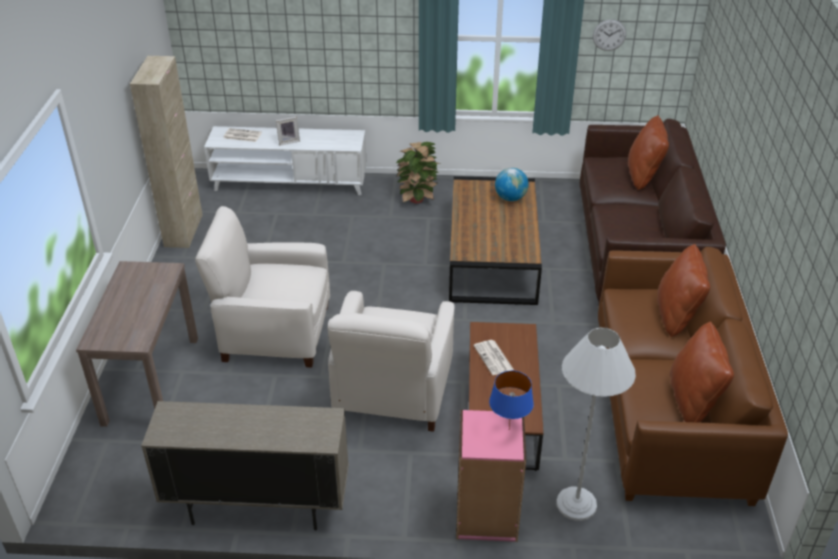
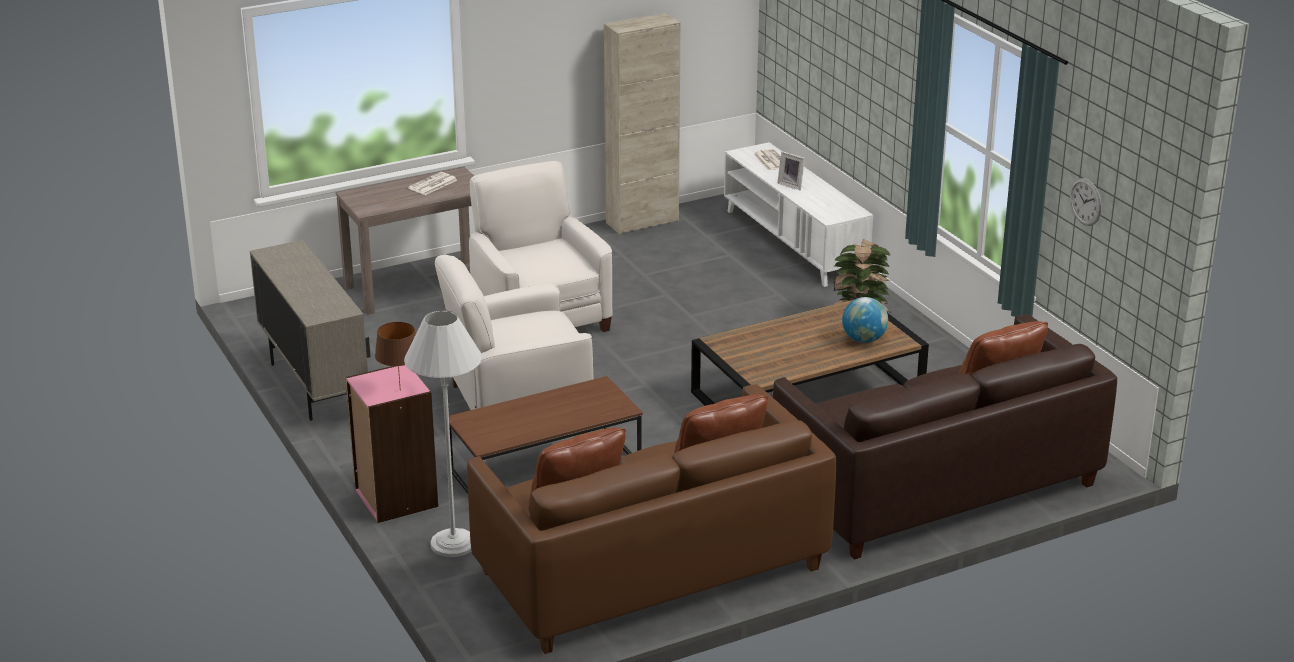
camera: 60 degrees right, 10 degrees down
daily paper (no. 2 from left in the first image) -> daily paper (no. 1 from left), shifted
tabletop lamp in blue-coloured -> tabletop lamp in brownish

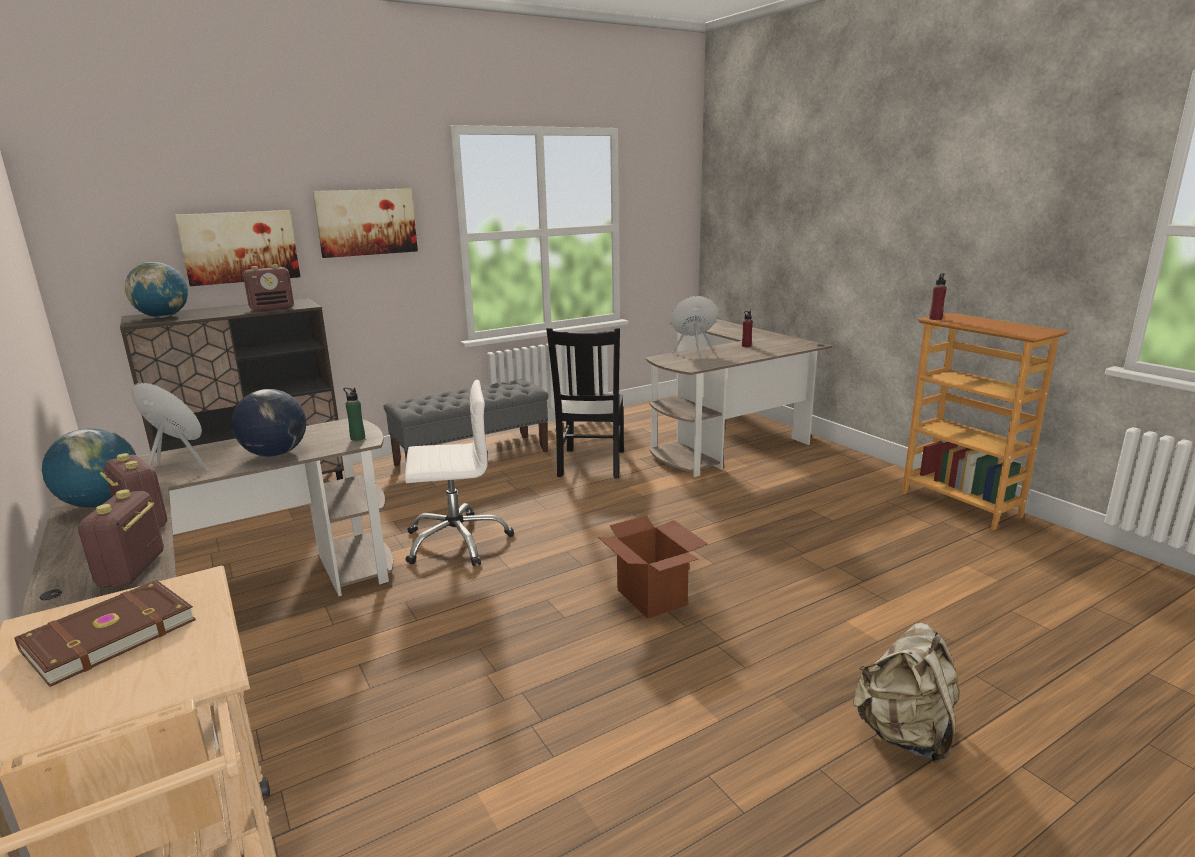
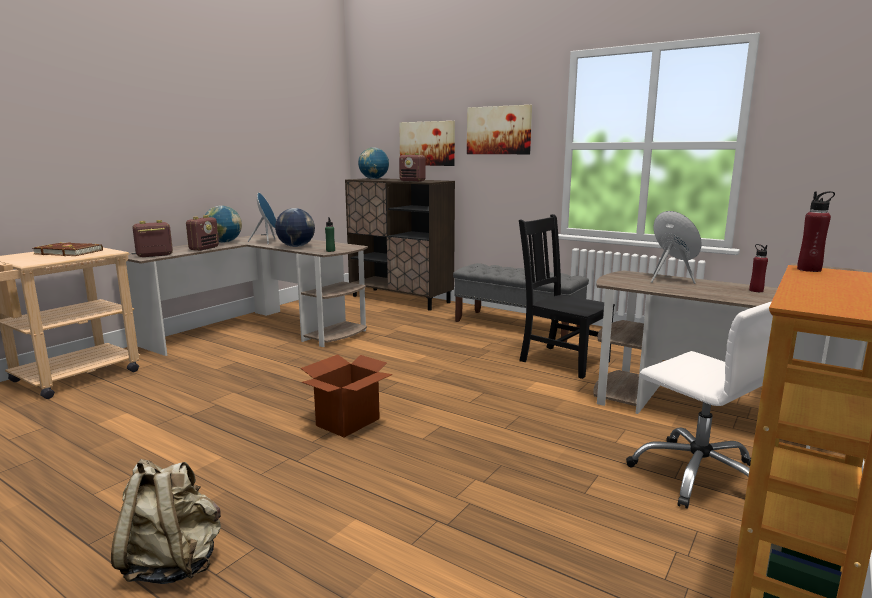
camera: 65 degrees right, 5 degrees down
computer chair in white, shifted
plain chair in black, 60 degrees clockwise

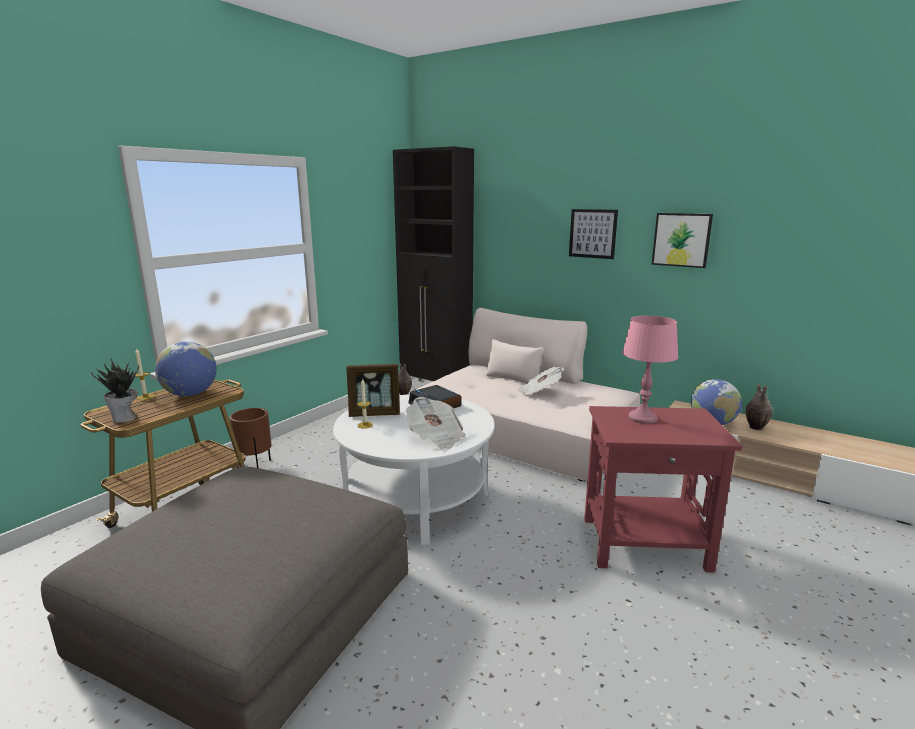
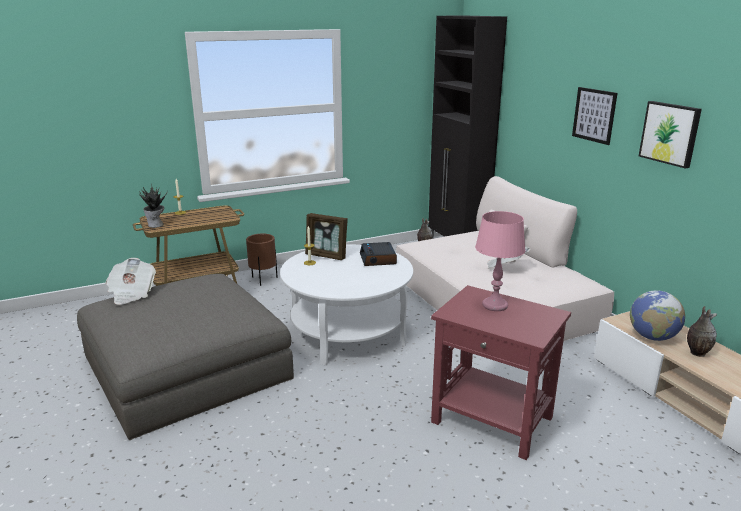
camera: 30 degrees right, 5 degrees up
globe (no. 1 from left) -> none
daily paper (no. 1 from left), shifted

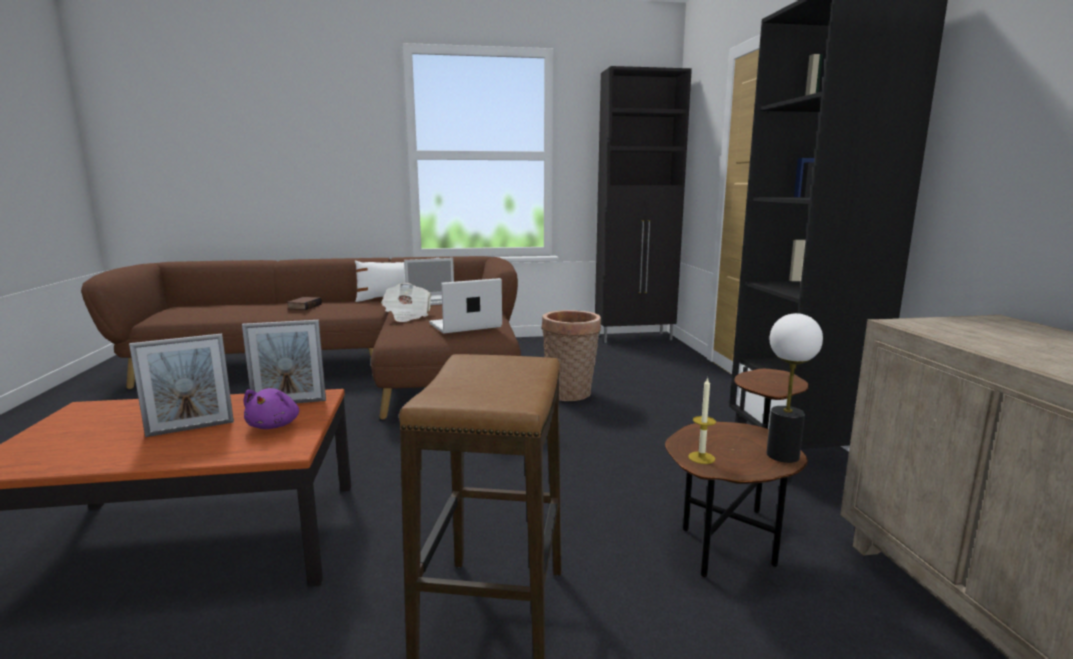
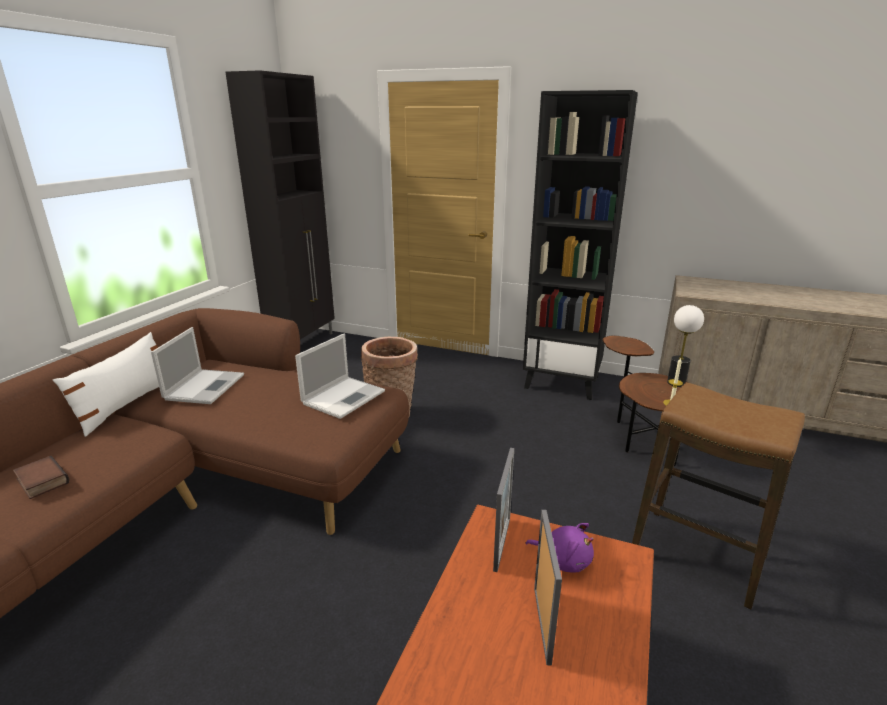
camera: 60 degrees left, 10 degrees up
daily paper -> none
laptop (no. 2 from left), 150 degrees counterclockwise

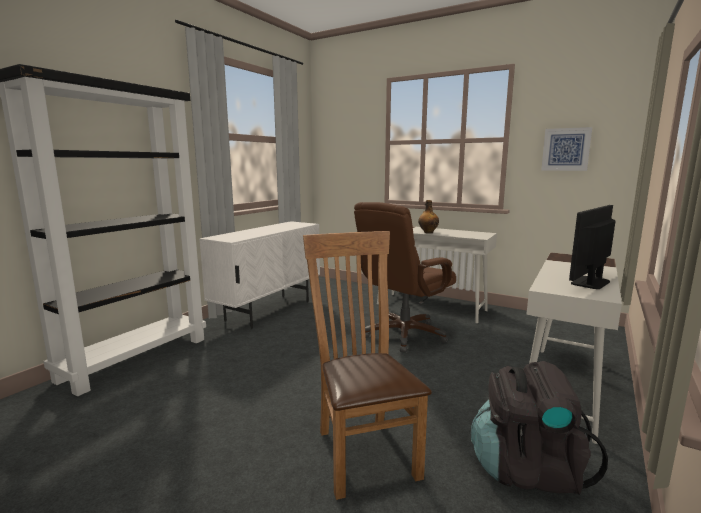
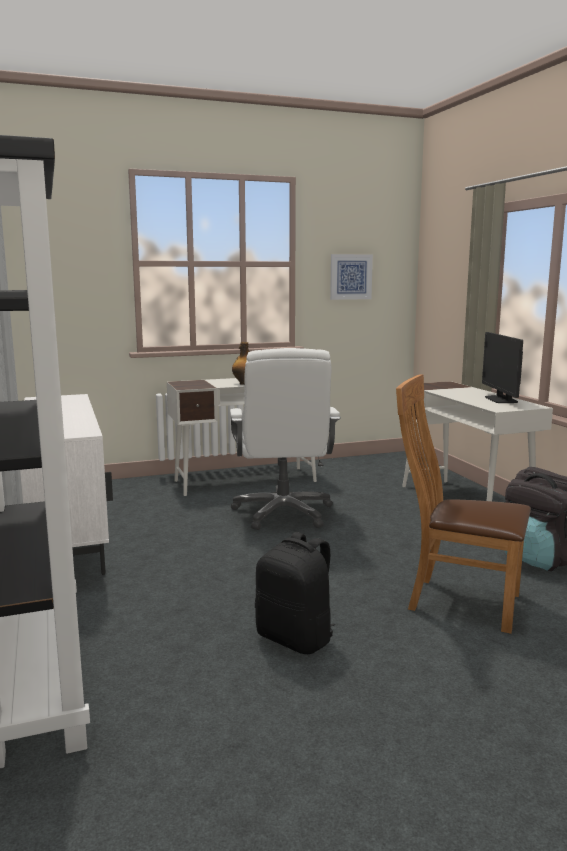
camera: 50 degrees left, 0 degrees up
computer chair in brownish -> computer chair in white
none -> knapsack in black (no. 1 from left)

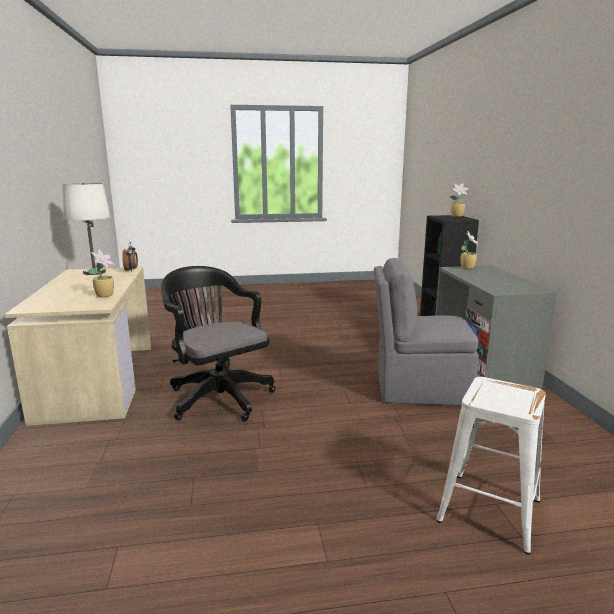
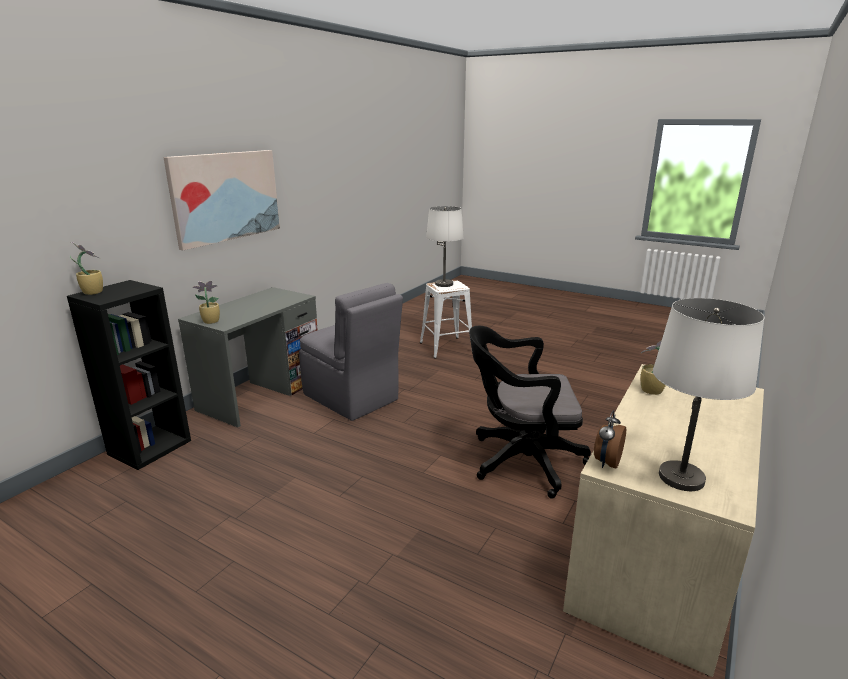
camera: 140 degrees left, 5 degrees up
computer chair in black, 90 degrees clockwise
none -> picture
none -> tabletop lamp in white (no. 1 from left)

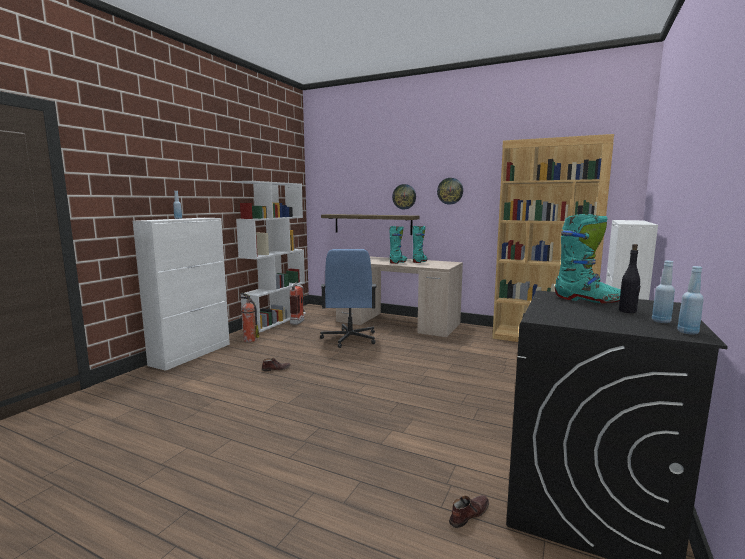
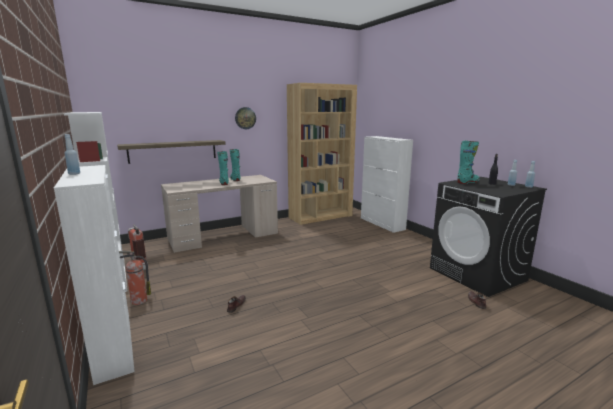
camera: 55 degrees left, 5 degrees up
computer chair in blue-coloured -> none
hanging clock (no. 1 from left) -> none

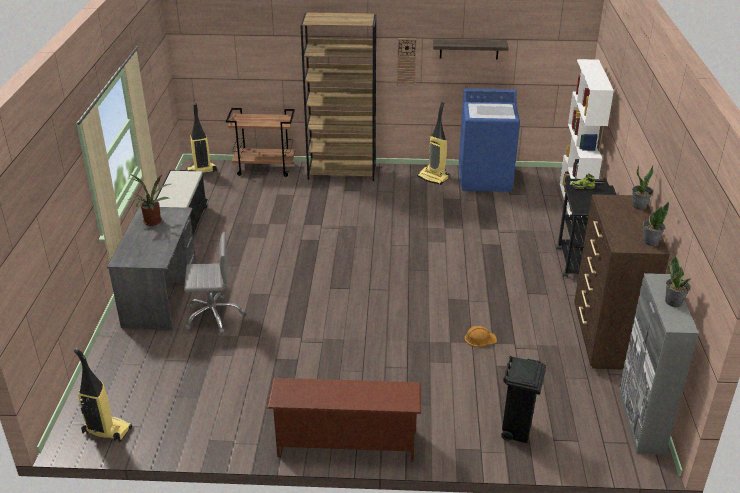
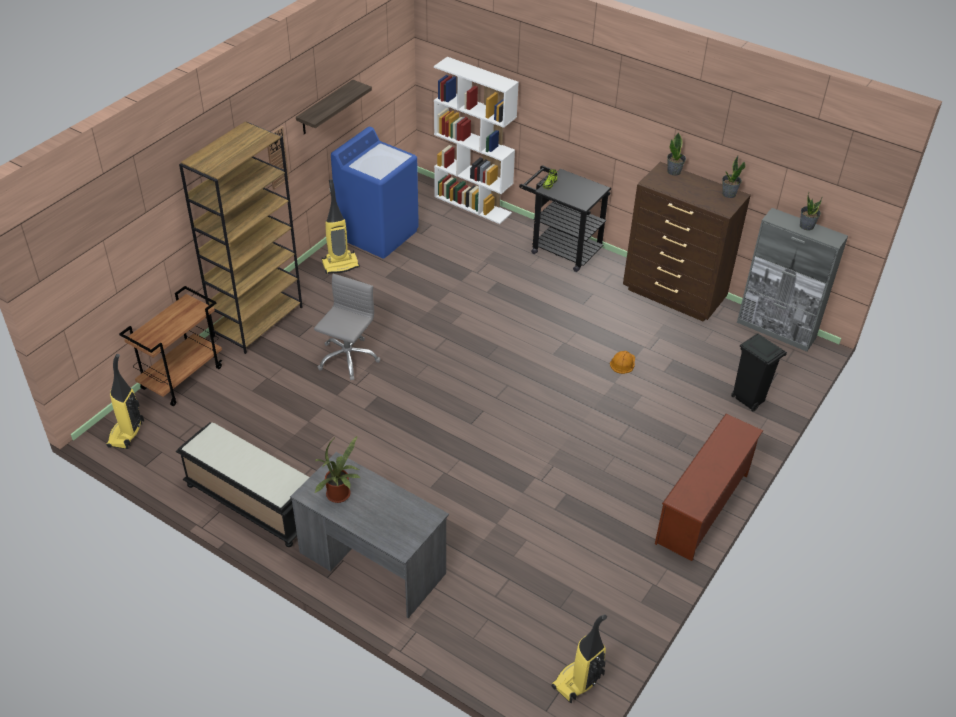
camera: 60 degrees left, 10 degrees up
computer chair in grey, shifted

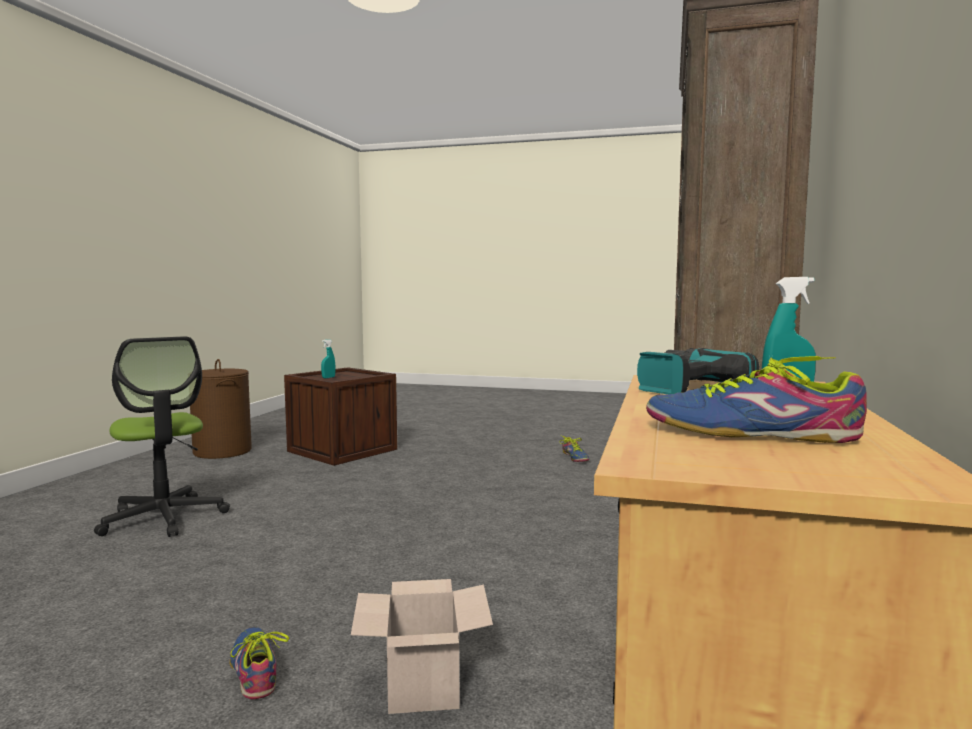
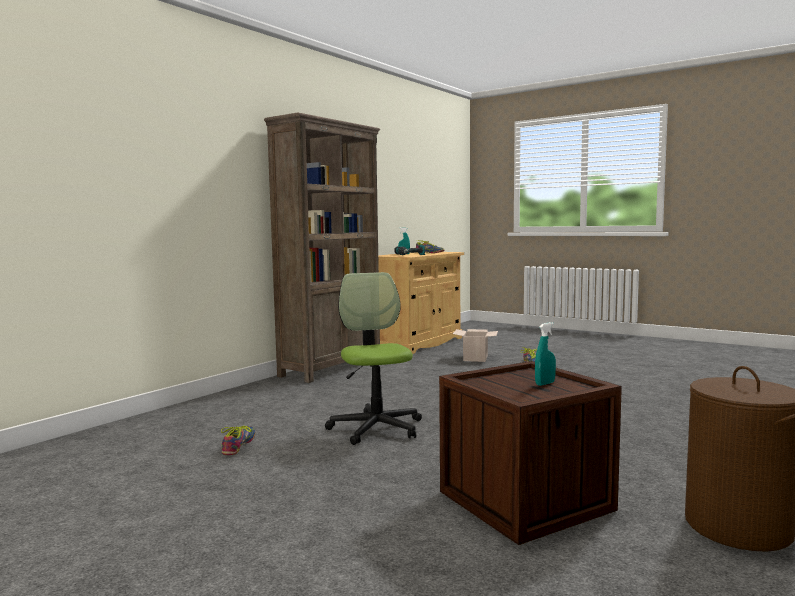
camera: 160 degrees left, 0 degrees up
computer chair, shifted

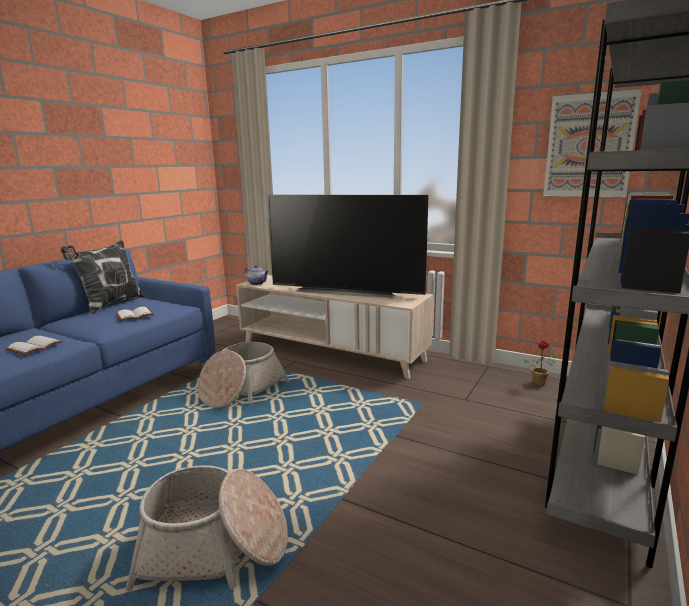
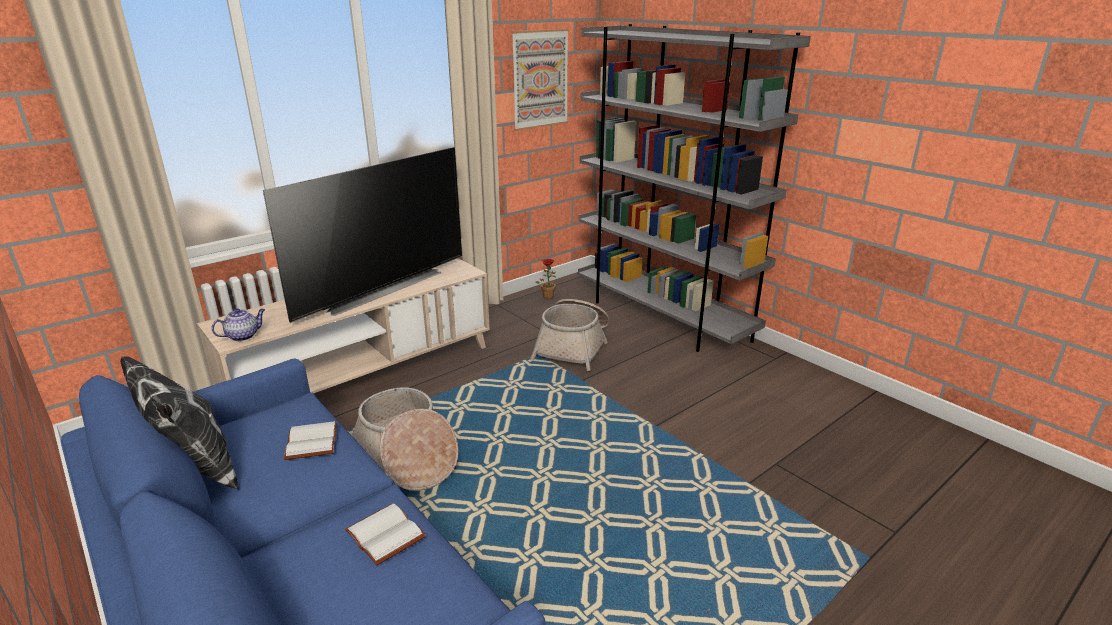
camera: 70 degrees left, 10 degrees up
storage basket (no. 1 from left in the first image) -> storage basket (no. 2 from left), shifted

